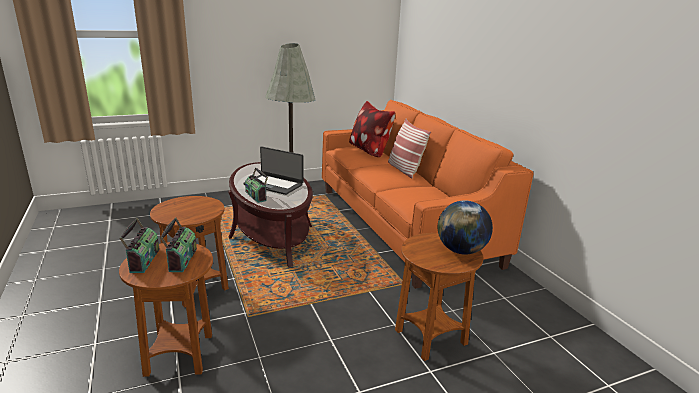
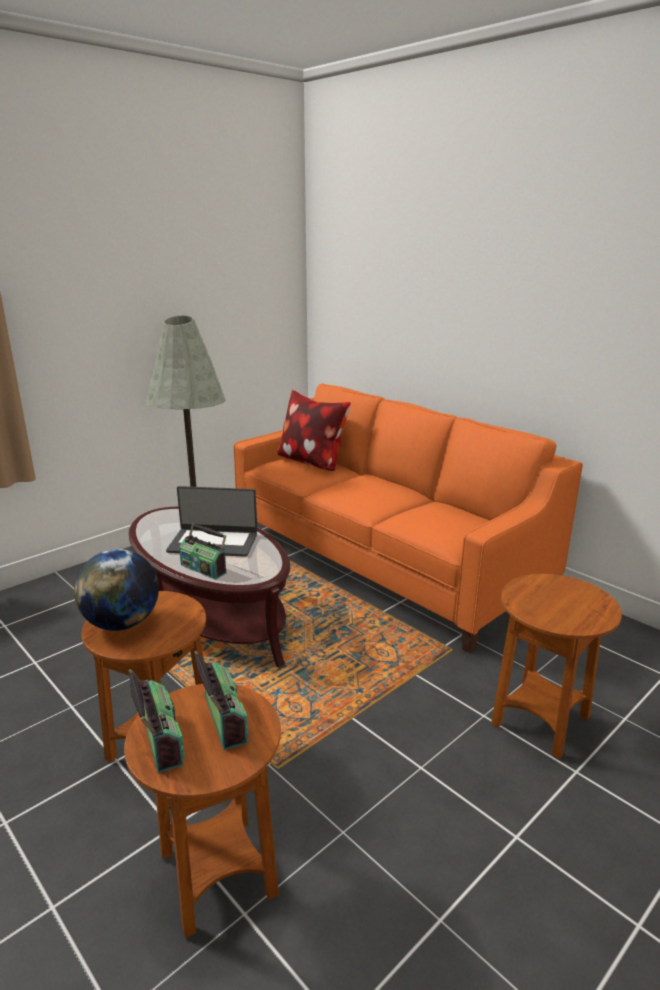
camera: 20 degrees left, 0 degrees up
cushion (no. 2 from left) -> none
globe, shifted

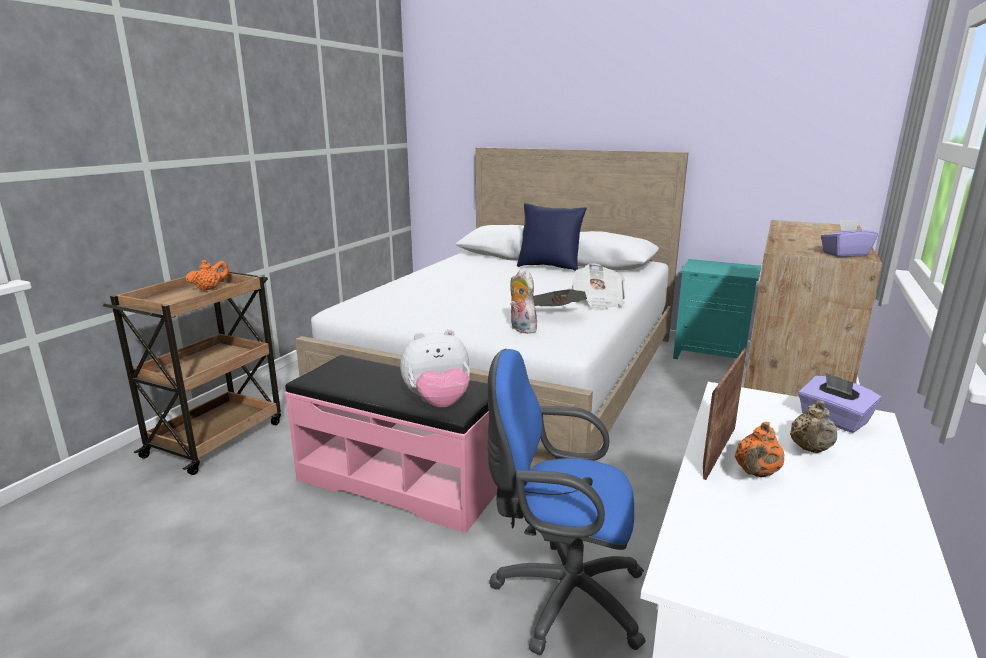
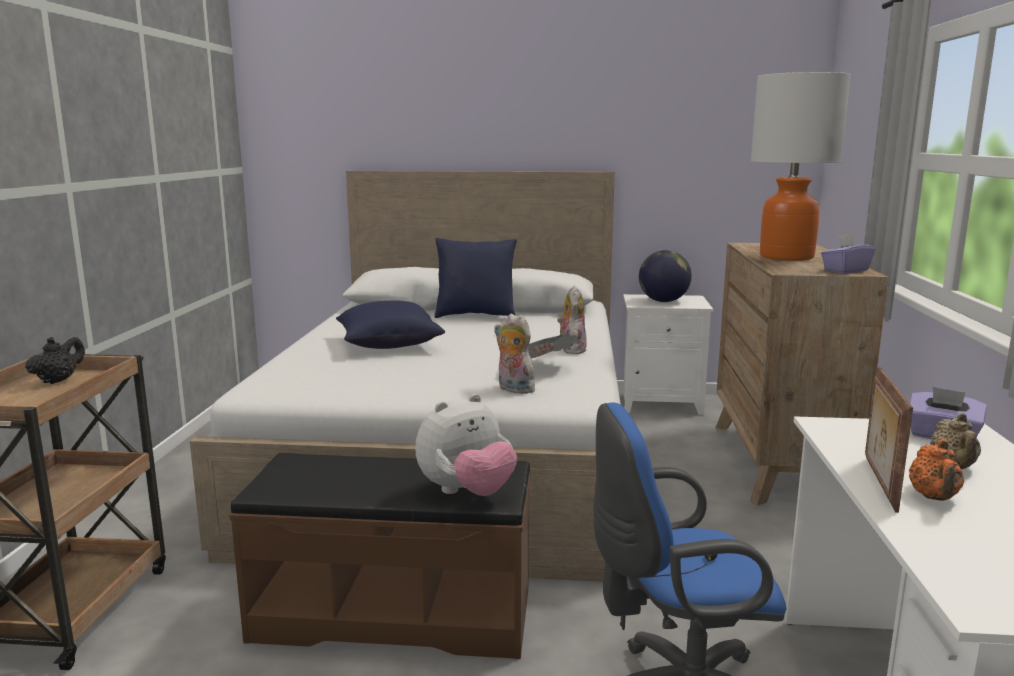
camera: 20 degrees left, 5 degrees down
pot for tea in orange-coloured (no. 1 from left) -> pot for tea in black
long seat in pink -> long seat in brownish
daily paper (no. 2 from left) -> plush toy (no. 3 from left)
nightstand in turquoise-coloured -> nightstand in white
none -> cushion in blue-coloured (no. 1 from left)
none -> globe
none -> tabletop lamp

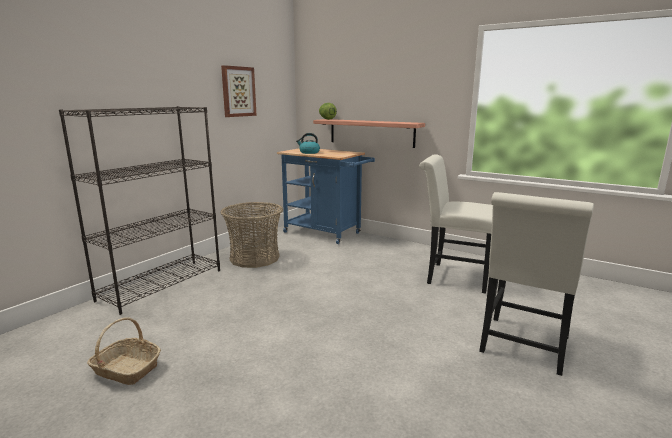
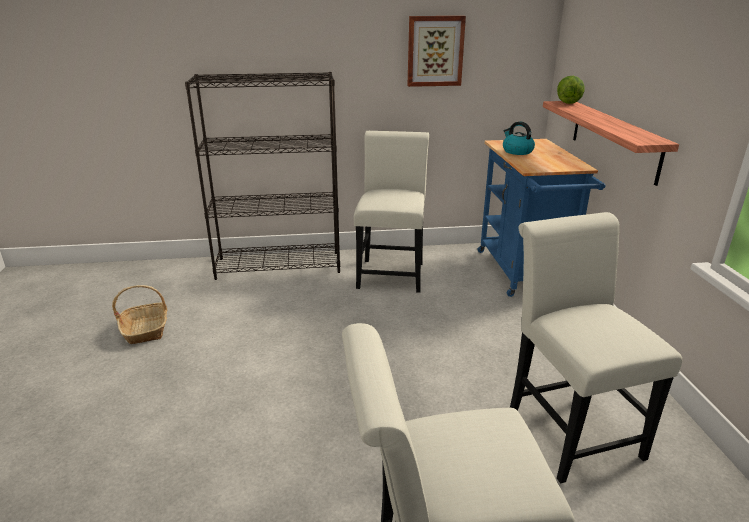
camera: 50 degrees right, 10 degrees up
storage basket (no. 2 from left) -> plain chair in white (no. 1 from left)

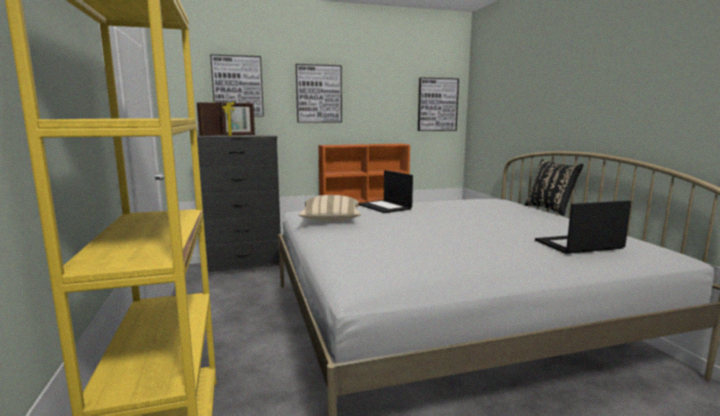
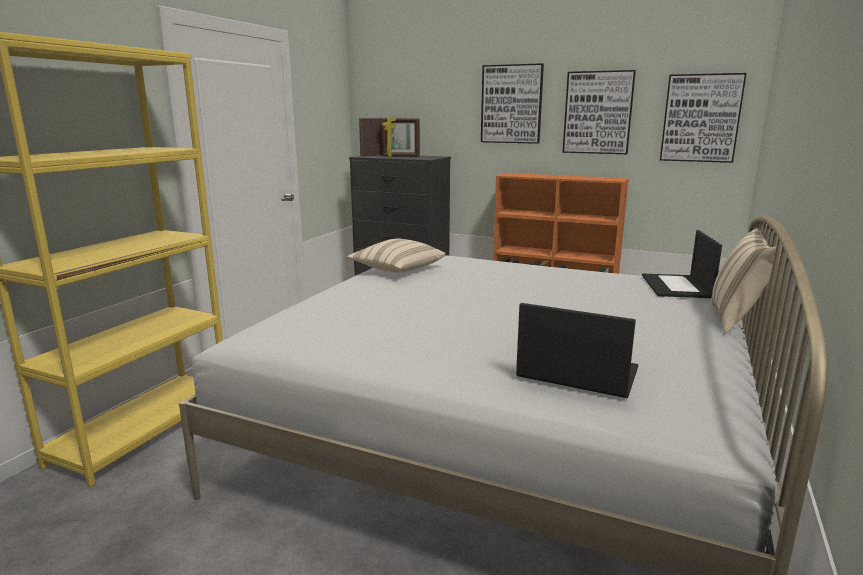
camera: 40 degrees right, 5 degrees up
picture (no. 1 from left in the first image) -> picture (no. 2 from left), shifted
laptop (no. 1 from left in the first image) -> laptop (no. 2 from left), shifted
cushion in black -> cushion in beige-coloured (no. 2 from left)

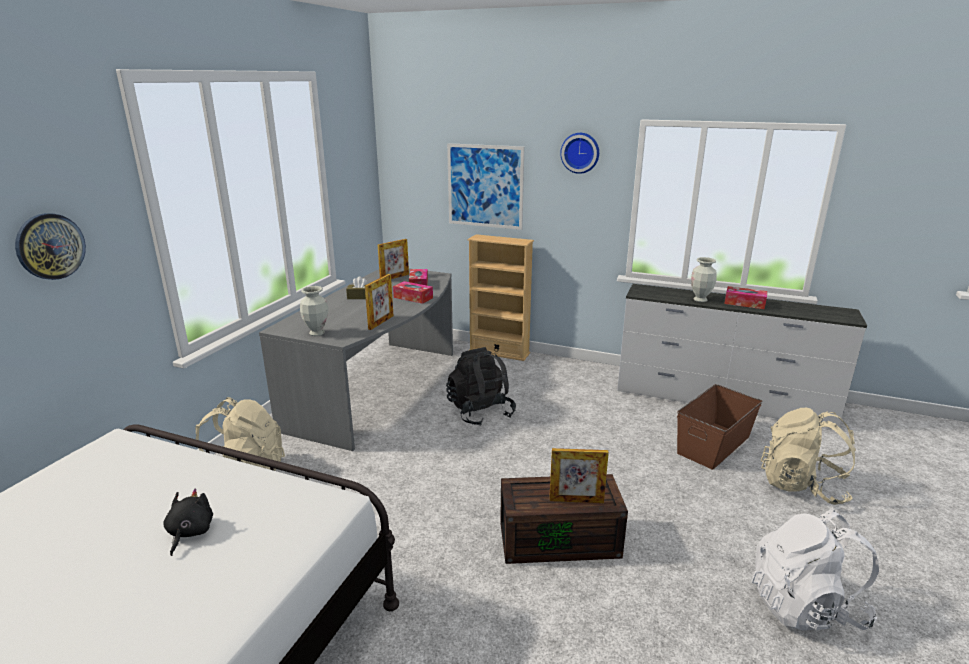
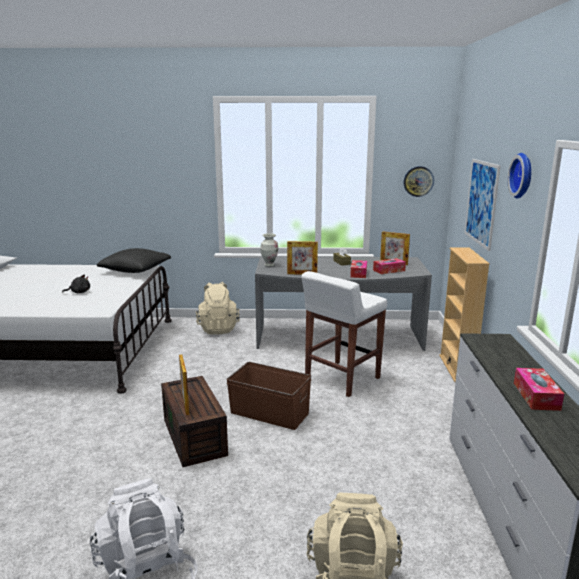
camera: 70 degrees right, 5 degrees down
hanging clock (no. 1 from left), shifted
knapsack in black -> sitting stool in white
storage box in brownish (no. 2 from left), shifted
flower vase (no. 2 from left) -> none
none -> cushion in black

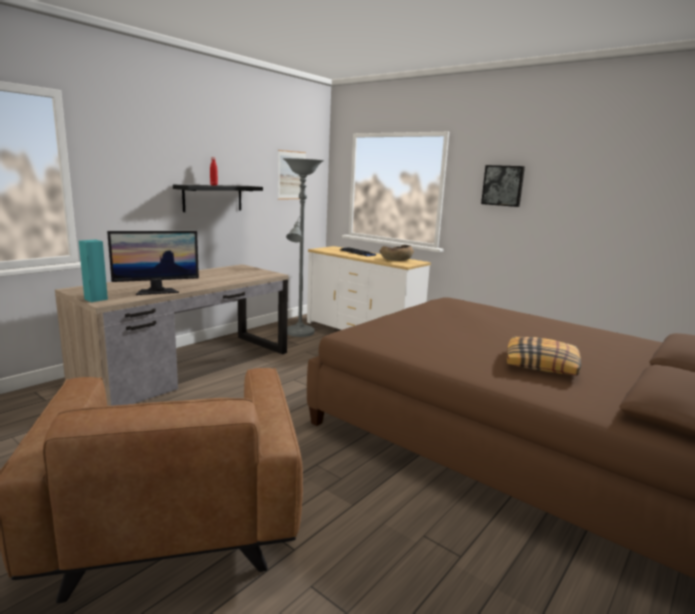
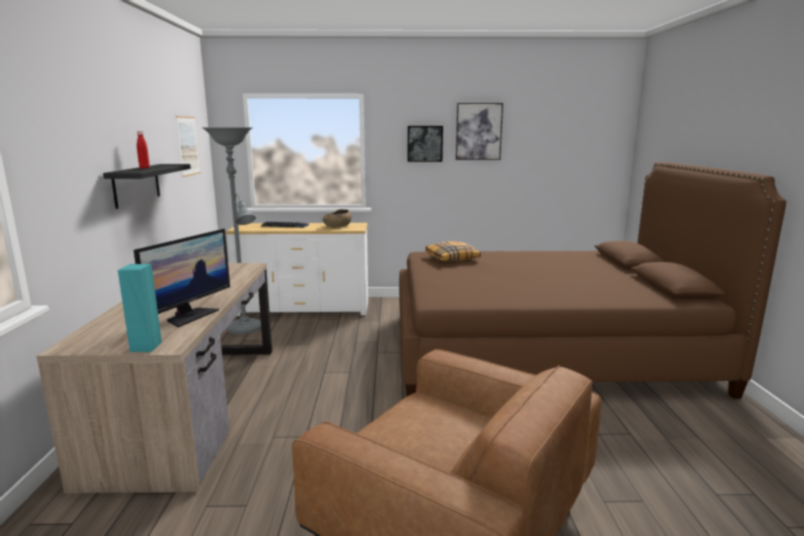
camera: 40 degrees left, 0 degrees up
cushion, shifted
none -> picture (no. 3 from left)

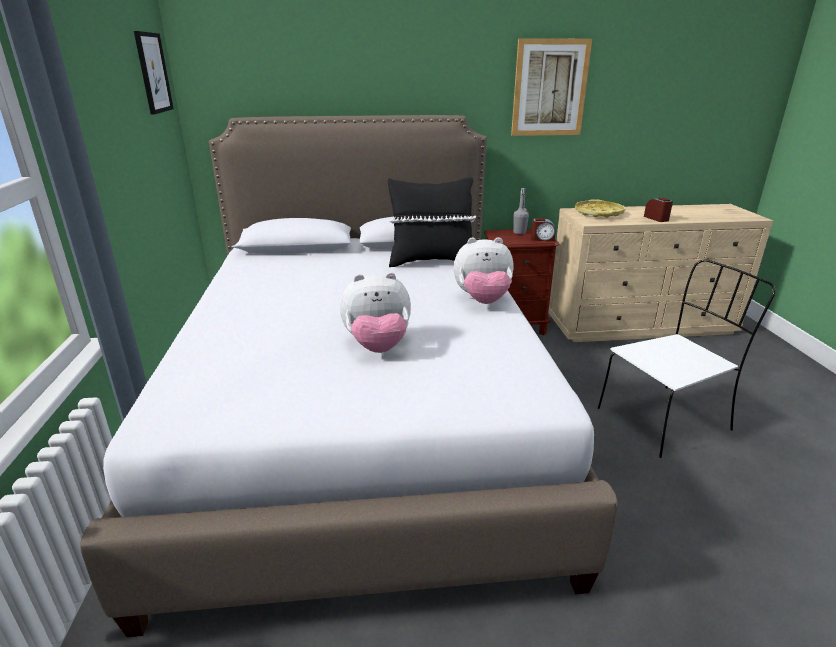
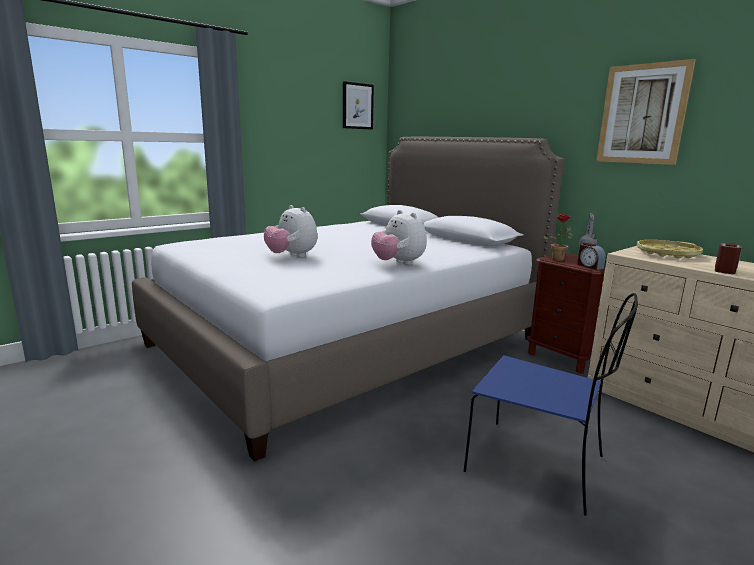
camera: 55 degrees right, 10 degrees down
cushion in black -> none
plain chair in white -> plain chair in blue-coloured
none -> plant in a pot

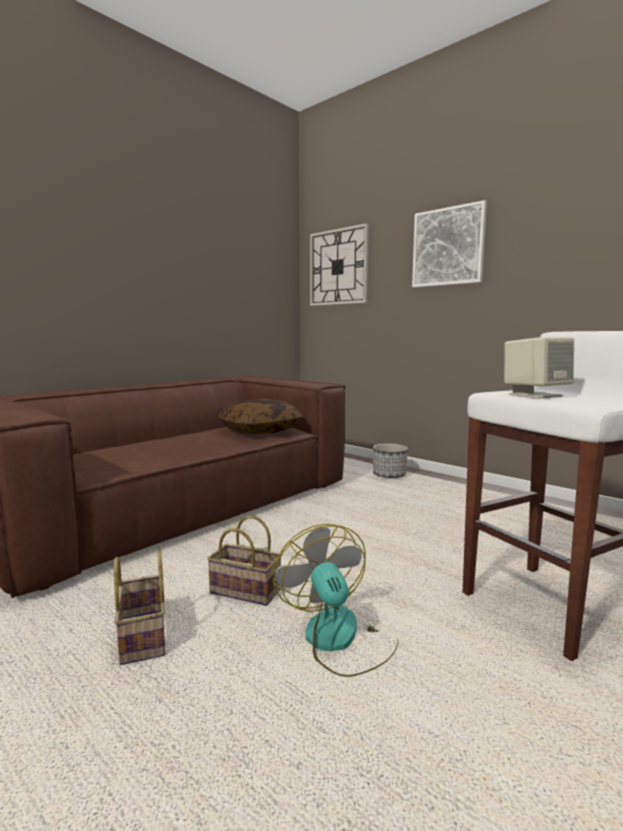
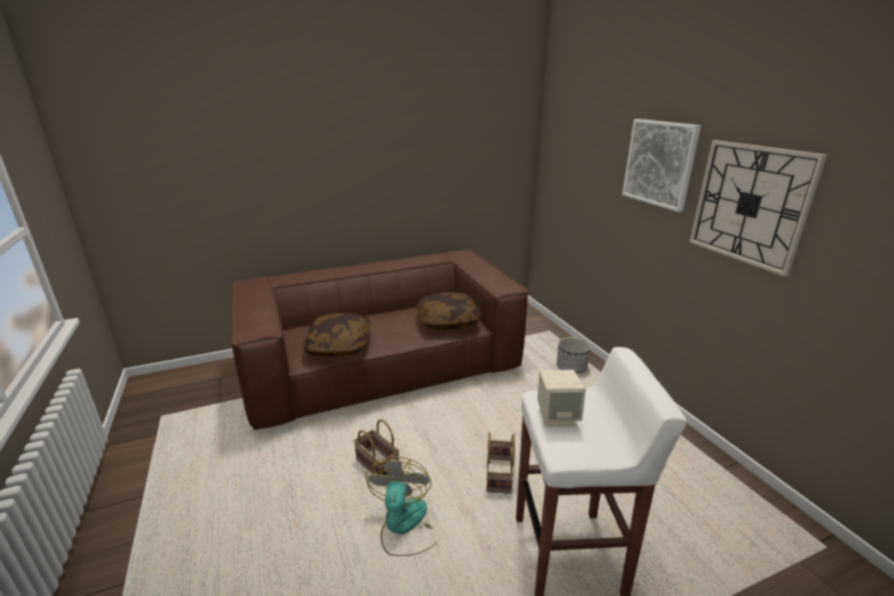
camera: 25 degrees right, 15 degrees up
storage basket (no. 1 from left in the first image) -> storage basket (no. 2 from left), shifted
hanging clock, shifted
none -> cushion (no. 1 from left)

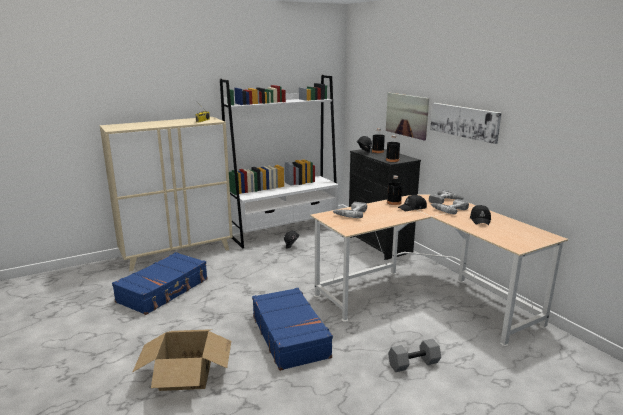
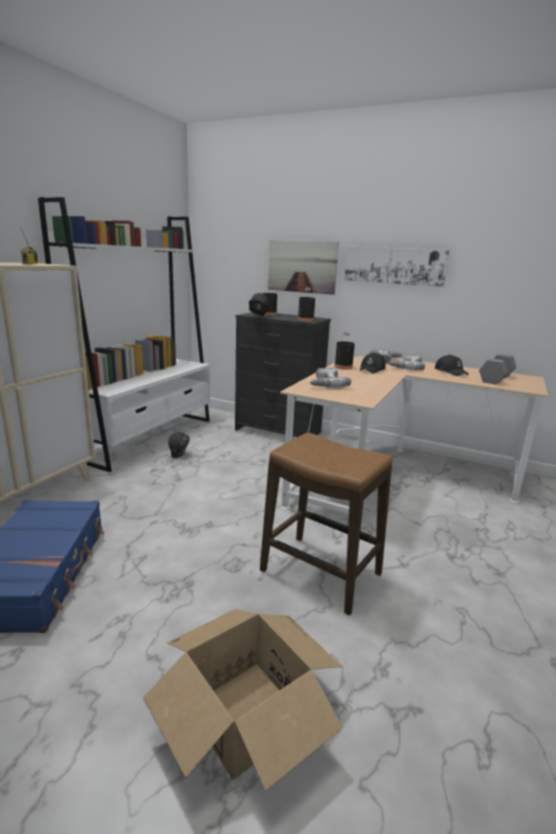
camera: 35 degrees left, 0 degrees up
piece of luggage in blue-coloured (no. 2 from left) -> sitting stool
hand weight in grey, shifted

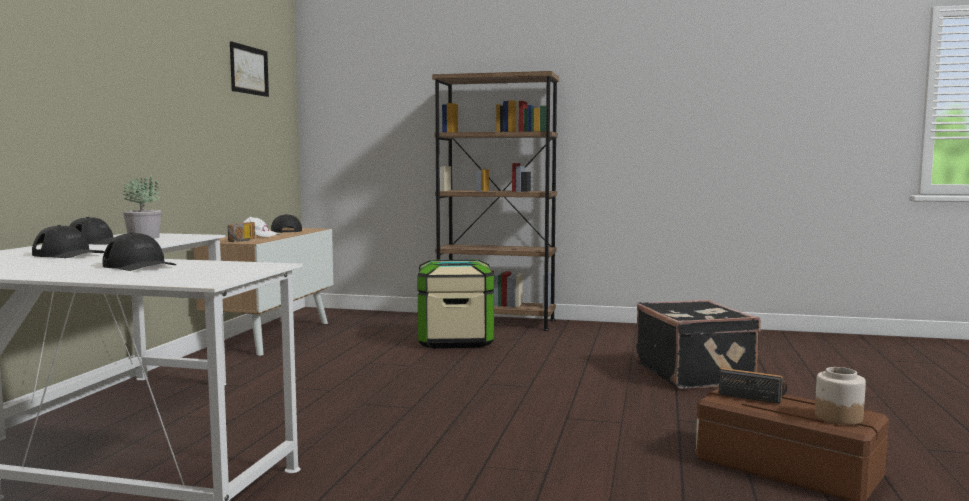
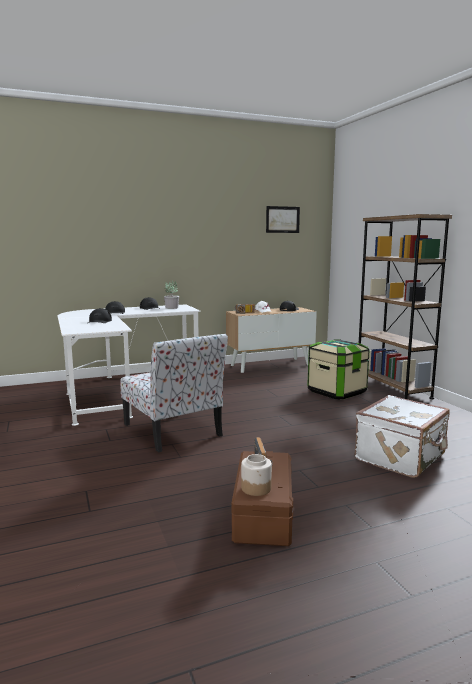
camera: 55 degrees right, 5 degrees up
piece of luggage in black -> piece of luggage in white
none -> plain chair

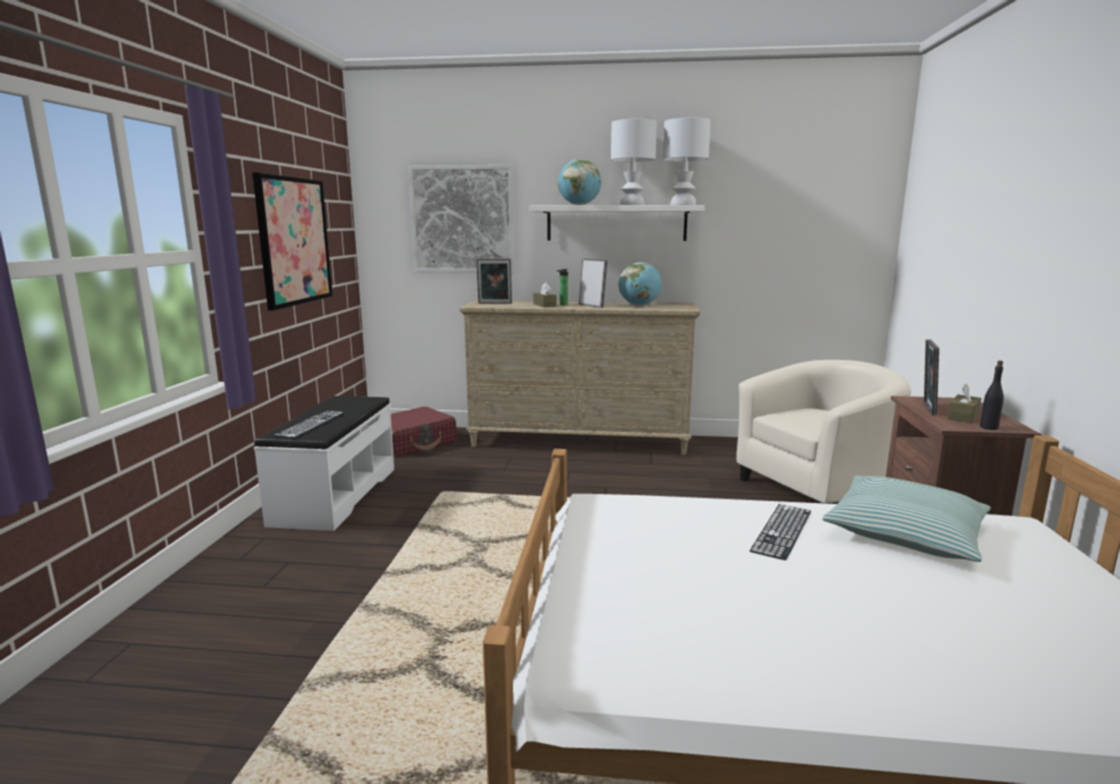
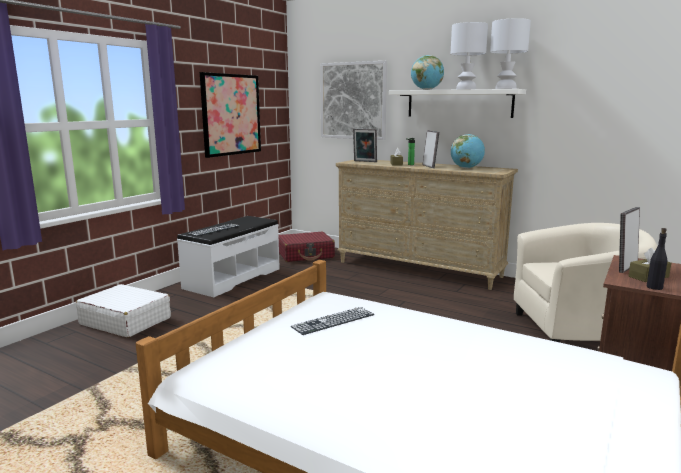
camera: 25 degrees right, 0 degrees up
computer keyboard (no. 2 from left), shifted
cushion -> none
none -> piece of luggage in white

